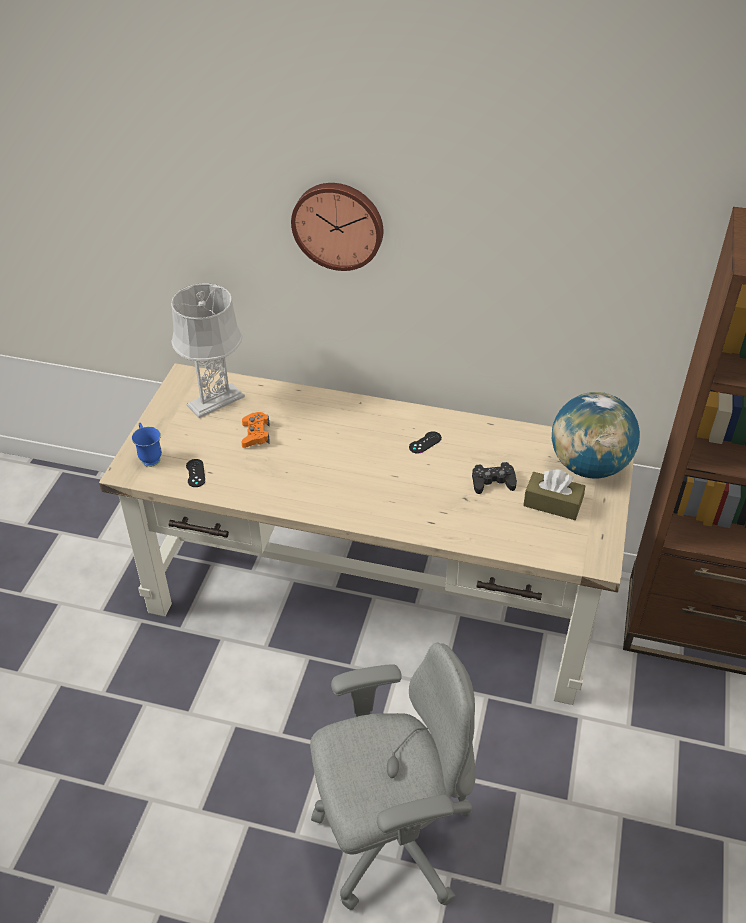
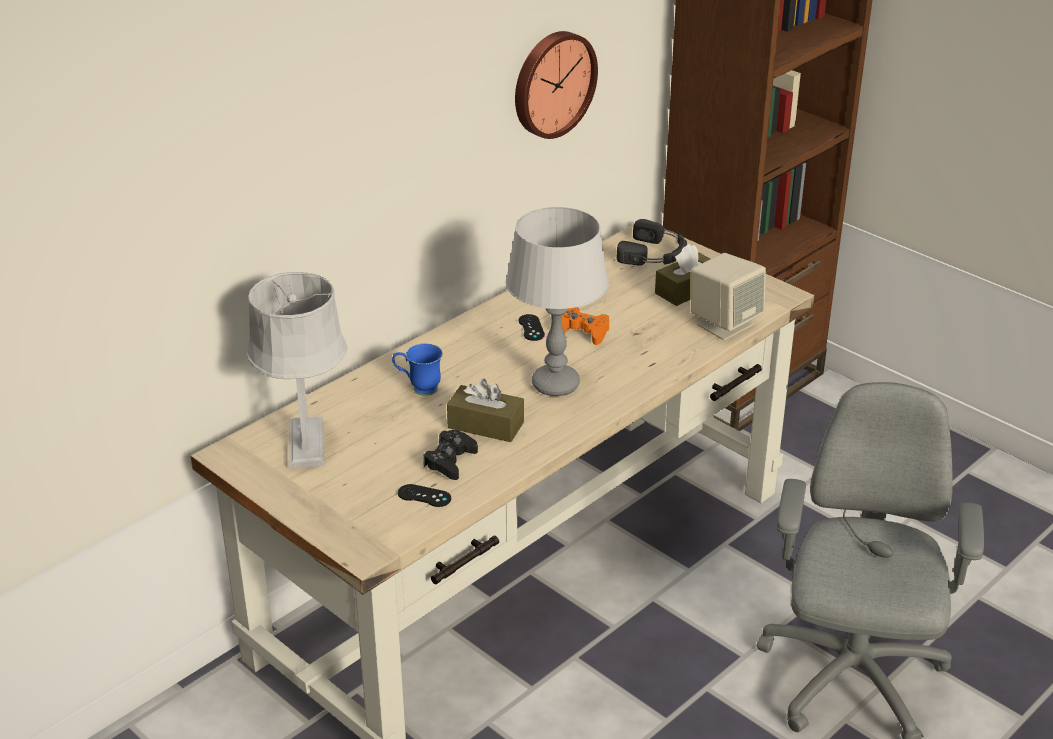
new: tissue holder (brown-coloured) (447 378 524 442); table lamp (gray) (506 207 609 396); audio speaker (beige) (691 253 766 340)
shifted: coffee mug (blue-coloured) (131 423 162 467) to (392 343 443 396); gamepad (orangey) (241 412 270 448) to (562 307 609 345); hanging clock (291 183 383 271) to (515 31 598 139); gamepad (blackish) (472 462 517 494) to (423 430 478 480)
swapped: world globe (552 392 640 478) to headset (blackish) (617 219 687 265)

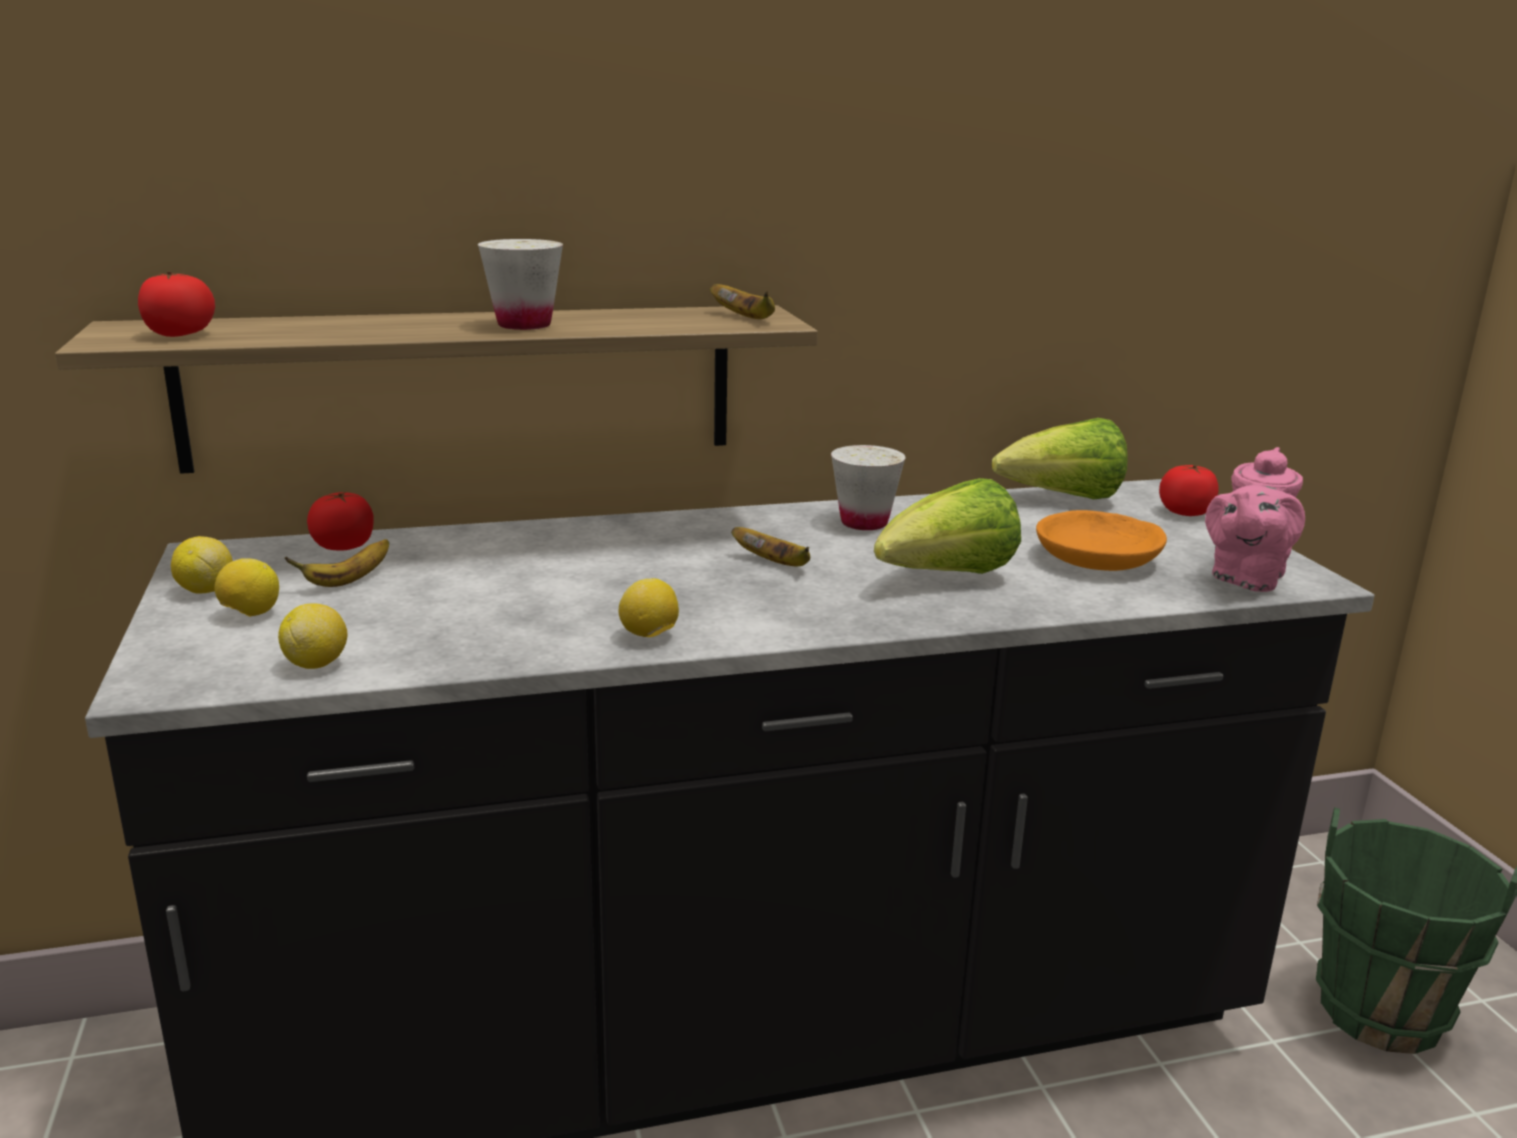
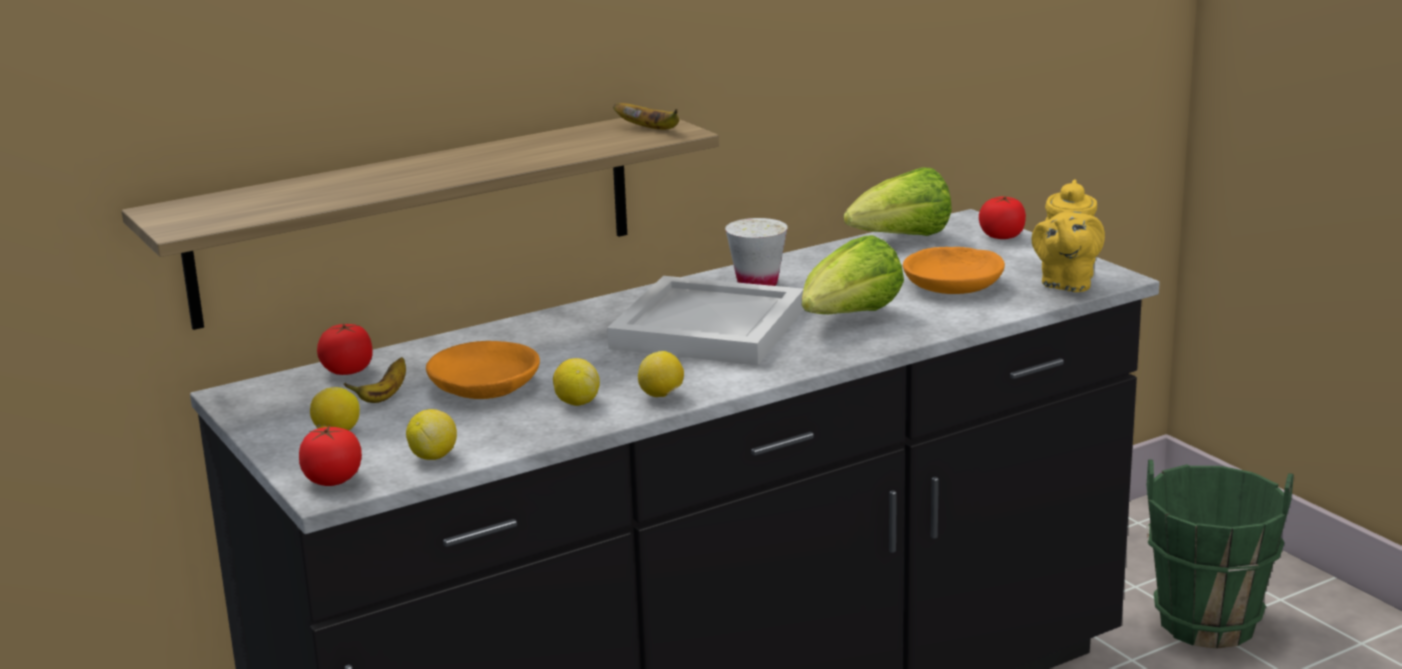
gone: cup (whitish) (478 239 563 330)
new: bowl (orangey) (426 341 540 399)
shifted: fresh tomato (138 272 215 337) to (299 426 362 486); whole lemon (171 536 233 594) to (553 358 600 406)
swapped: banana (731 527 810 566) to tray (whitish) (607 276 804 365)
repainted: teapot (pinkish) (1205 447 1305 592) to teapot (yellow) (1032 180 1105 292)

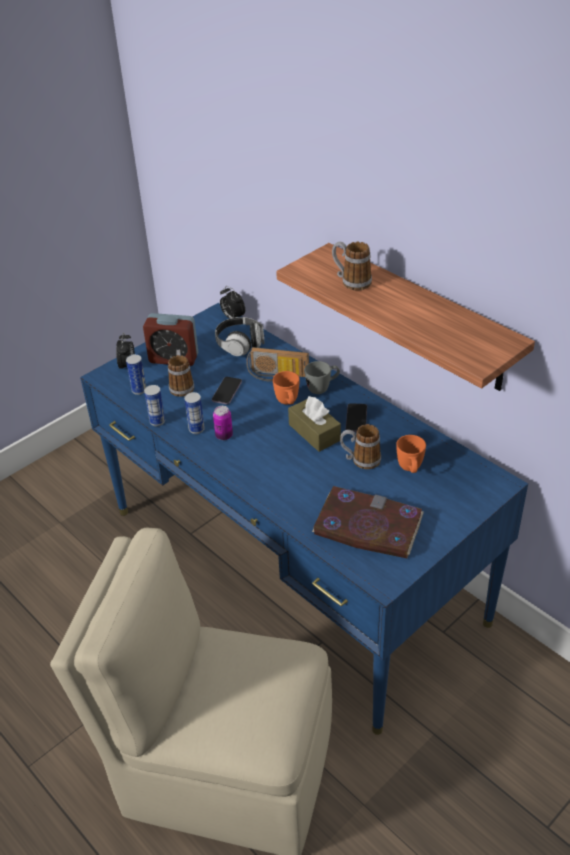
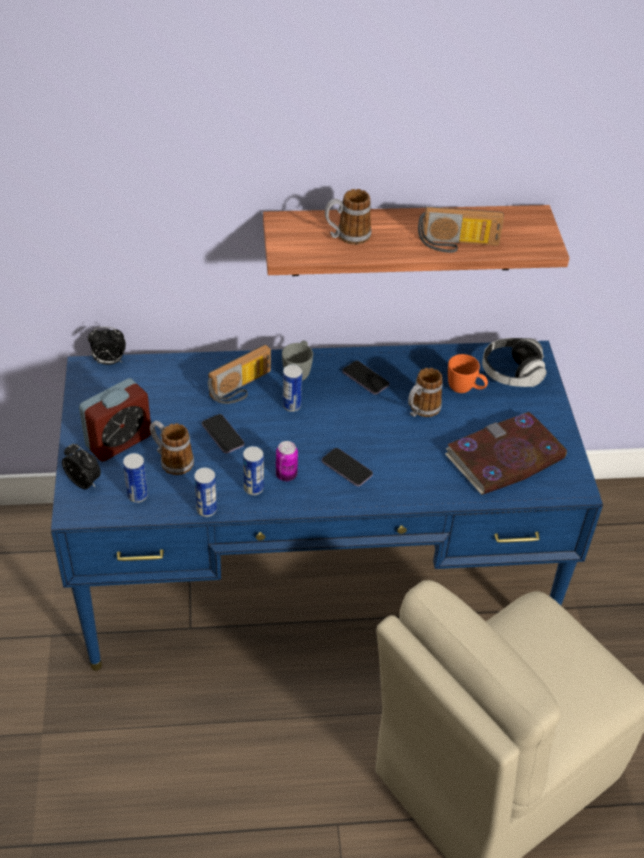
gone: tissue holder (brown-coloured) (288 396 341 452)
new: handset (322 448 373 486); radio receiver (418 207 504 253)
shifted: headset (215 317 264 356) to (482 338 547 387)
swapped: coffee mug (orangey) (273 371 300 404) to sealed can (283 365 302 412)

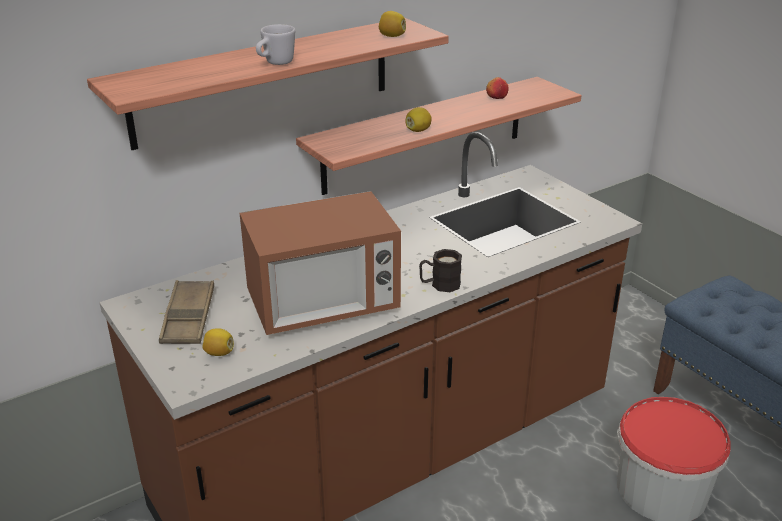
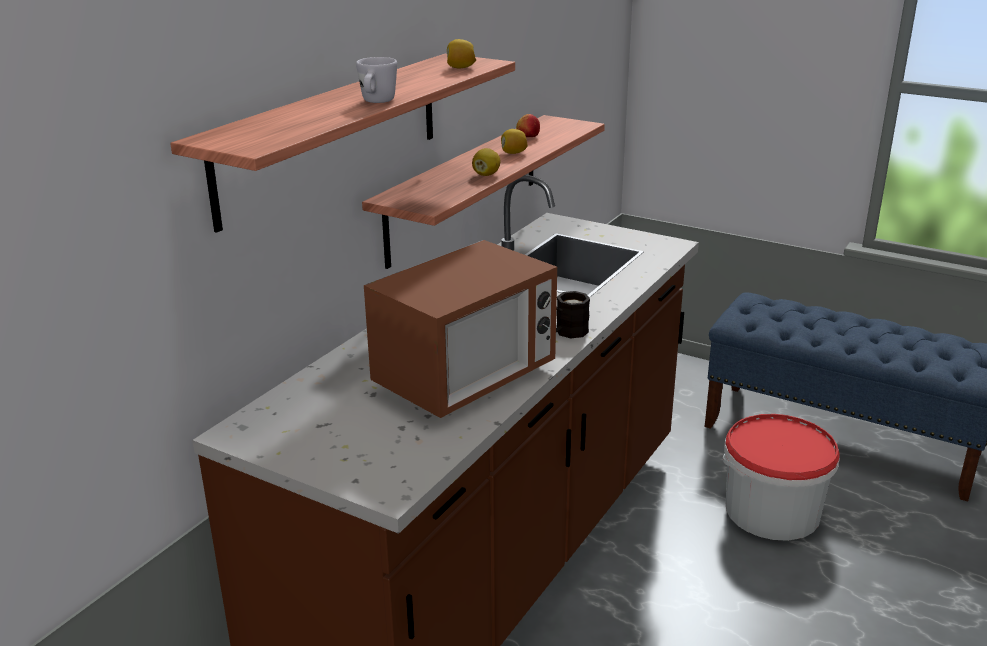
gone: tray (brown-coloured) (159 280 214 344)
shifted: whole lemon (202 328 234 356) to (501 129 528 154)

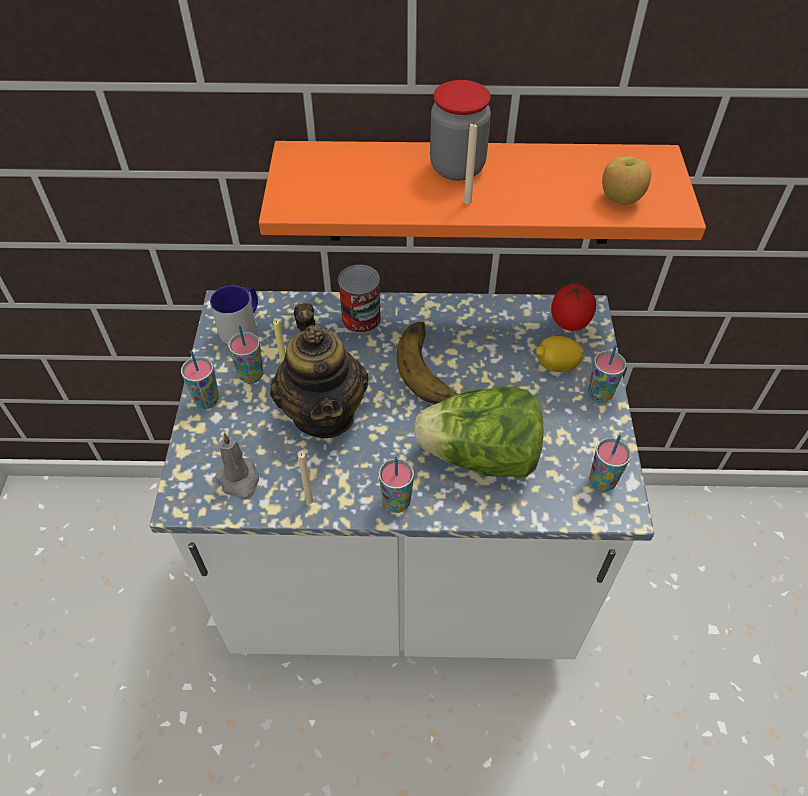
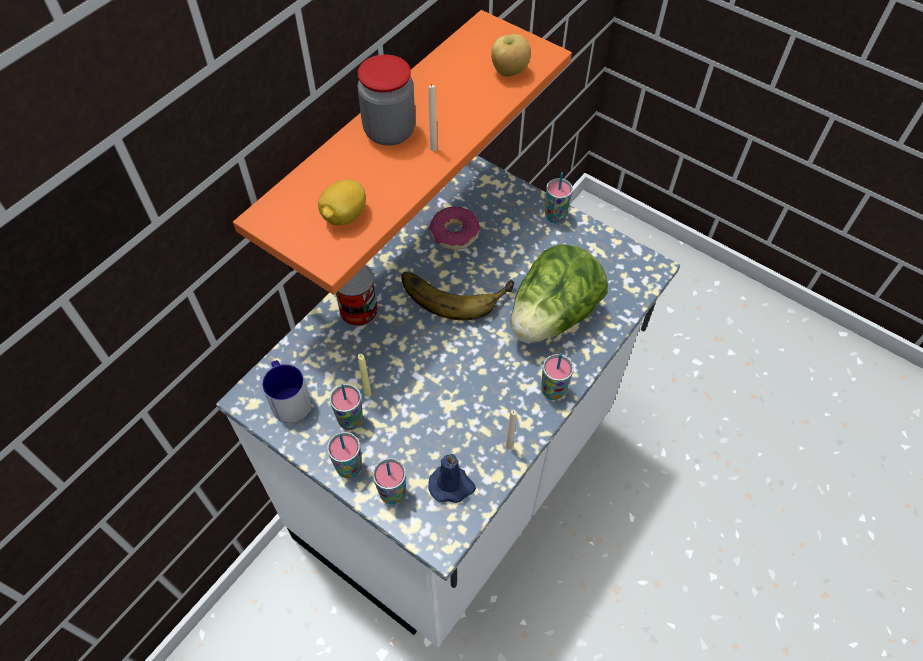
gone: teapot (270 303 369 439); fresh tomato (551 284 596 331)
new: doughnut (429 207 480 250)
shifted: whole lemon (536 336 584 372) to (318 180 366 226); cup (589 435 631 492) to (373 458 406 504)
repainted: wax candle (gray) (215 432 259 500) to wax candle (blue-coloured) (428 454 476 503)

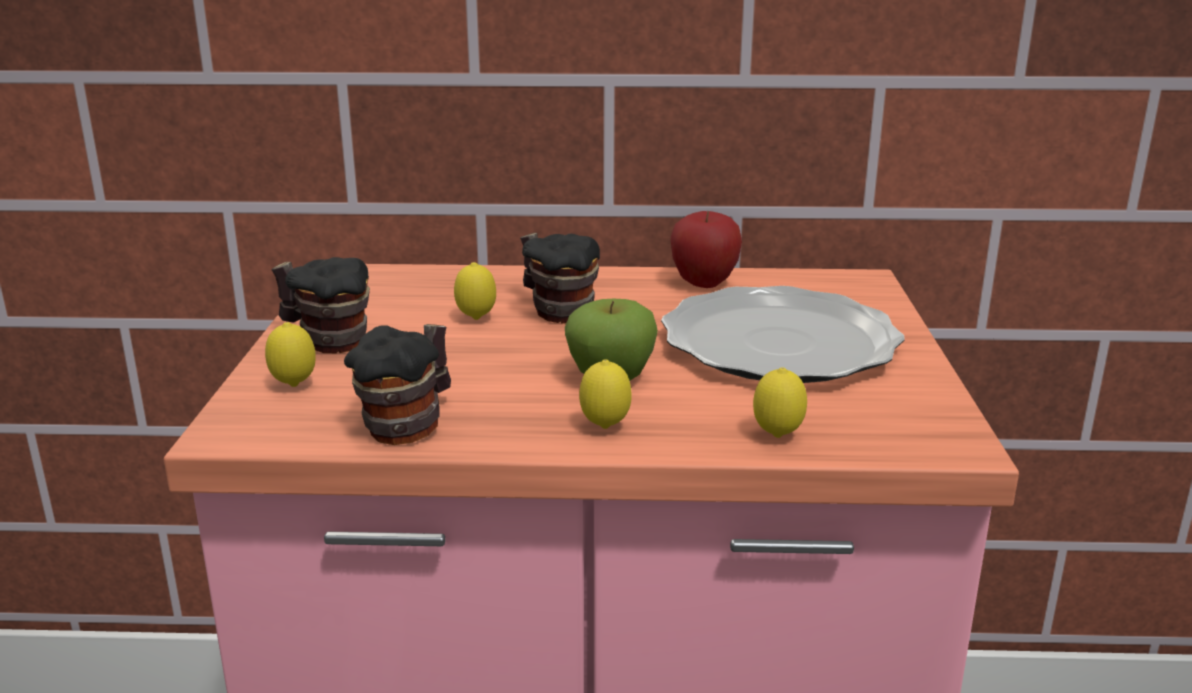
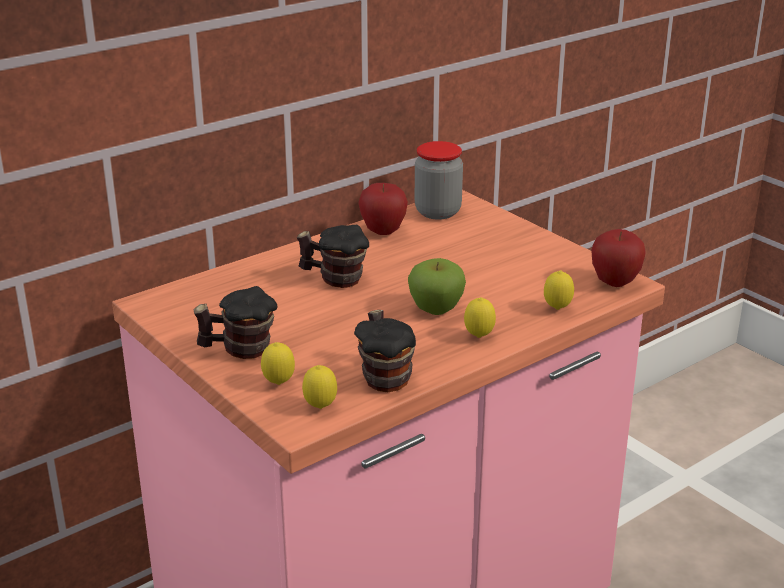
gone: flat dish (661 286 905 383)
new: jar (415 141 463 220); apple fruit (591 229 646 287)
shifted: whole lemon (454 262 496 320) to (302 365 337 409)

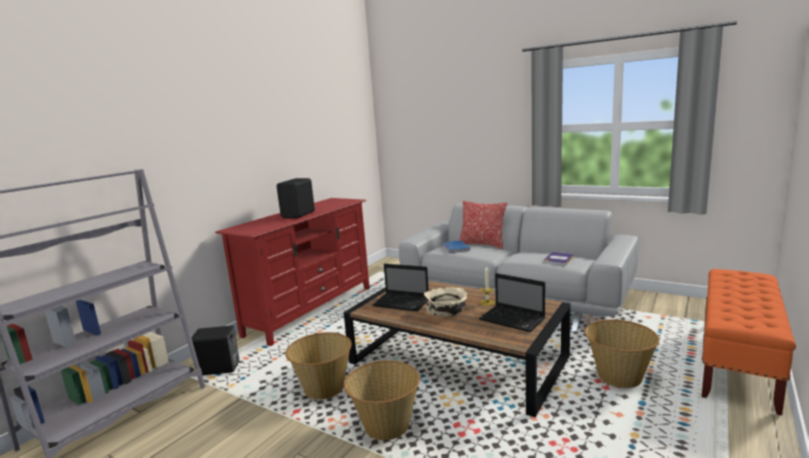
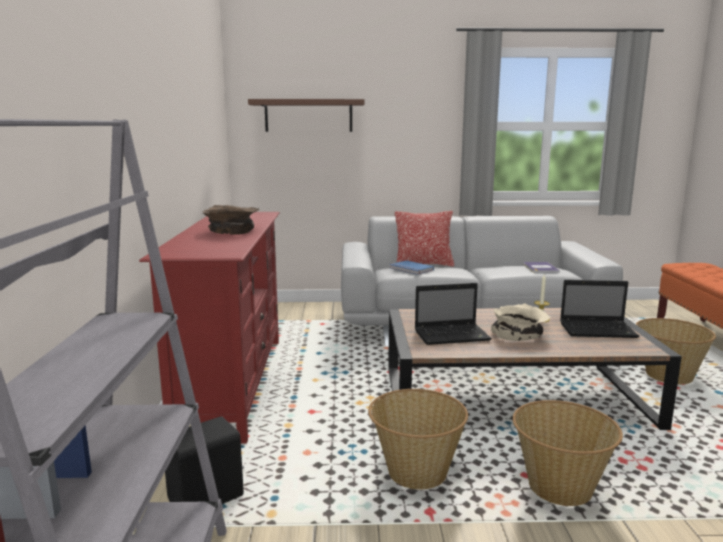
new: shelf (brown-coloured) (248 99 364 132)
swapped: audio speaker (blackish) (277 178 315 218) to bowl (brown-coloured) (203 205 260 235)

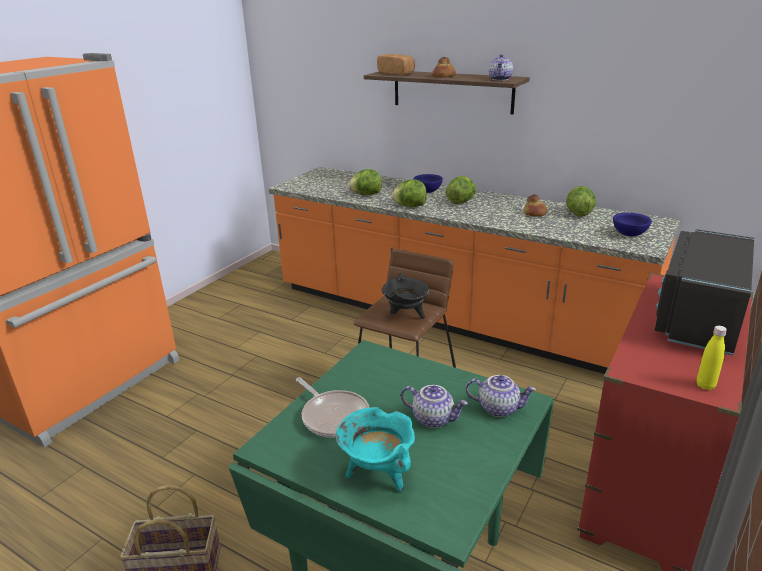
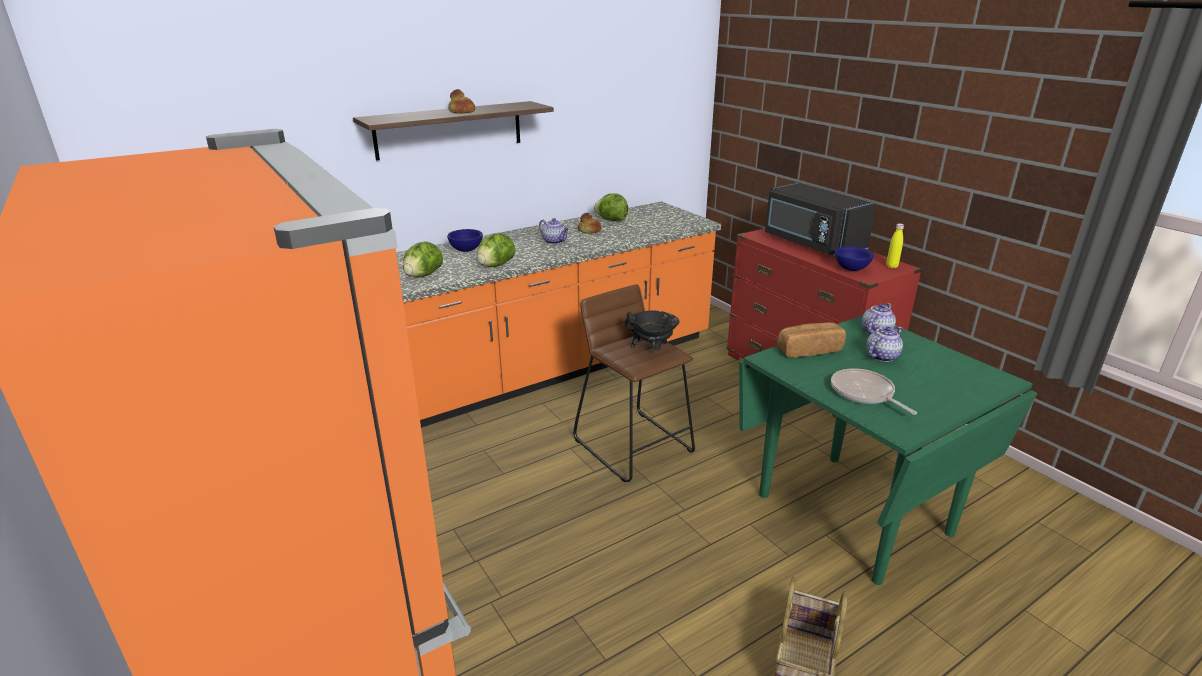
gone: stockpot (turquoise) (336 407 415 492); lettuce (446 176 476 204)
shifted: baked bread (377 54 415 75) to (777 322 846 357); teapot (489 54 513 81) to (539 218 570 244); bowl (blue-coloured) (613 212 652 236) to (835 246 874 271)
rotated: skillet (296 377 370 438) = (831 368 917 415) 105 degrees counterclockwise

